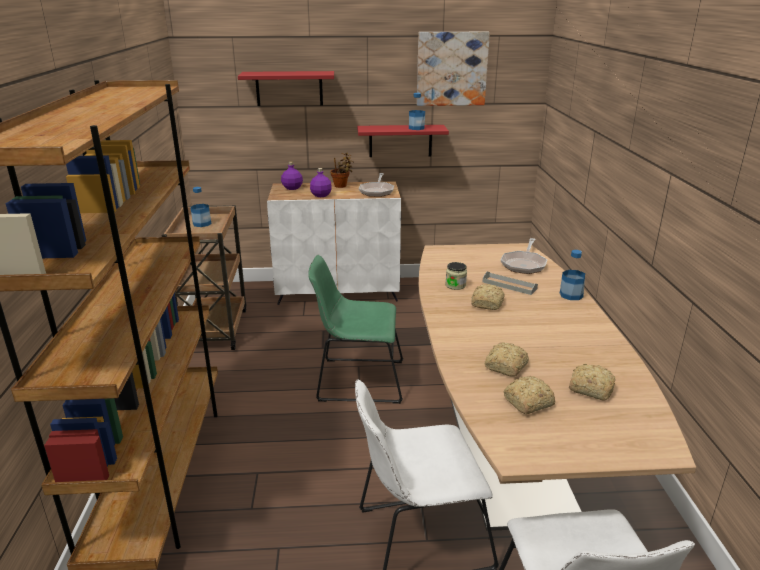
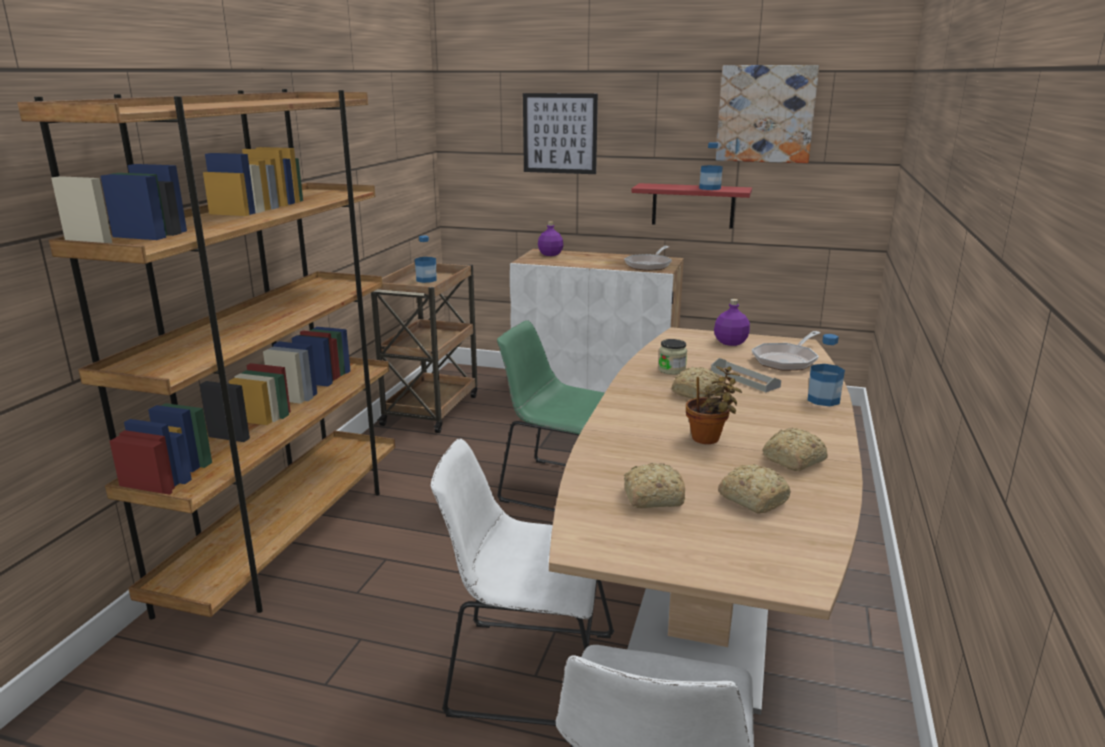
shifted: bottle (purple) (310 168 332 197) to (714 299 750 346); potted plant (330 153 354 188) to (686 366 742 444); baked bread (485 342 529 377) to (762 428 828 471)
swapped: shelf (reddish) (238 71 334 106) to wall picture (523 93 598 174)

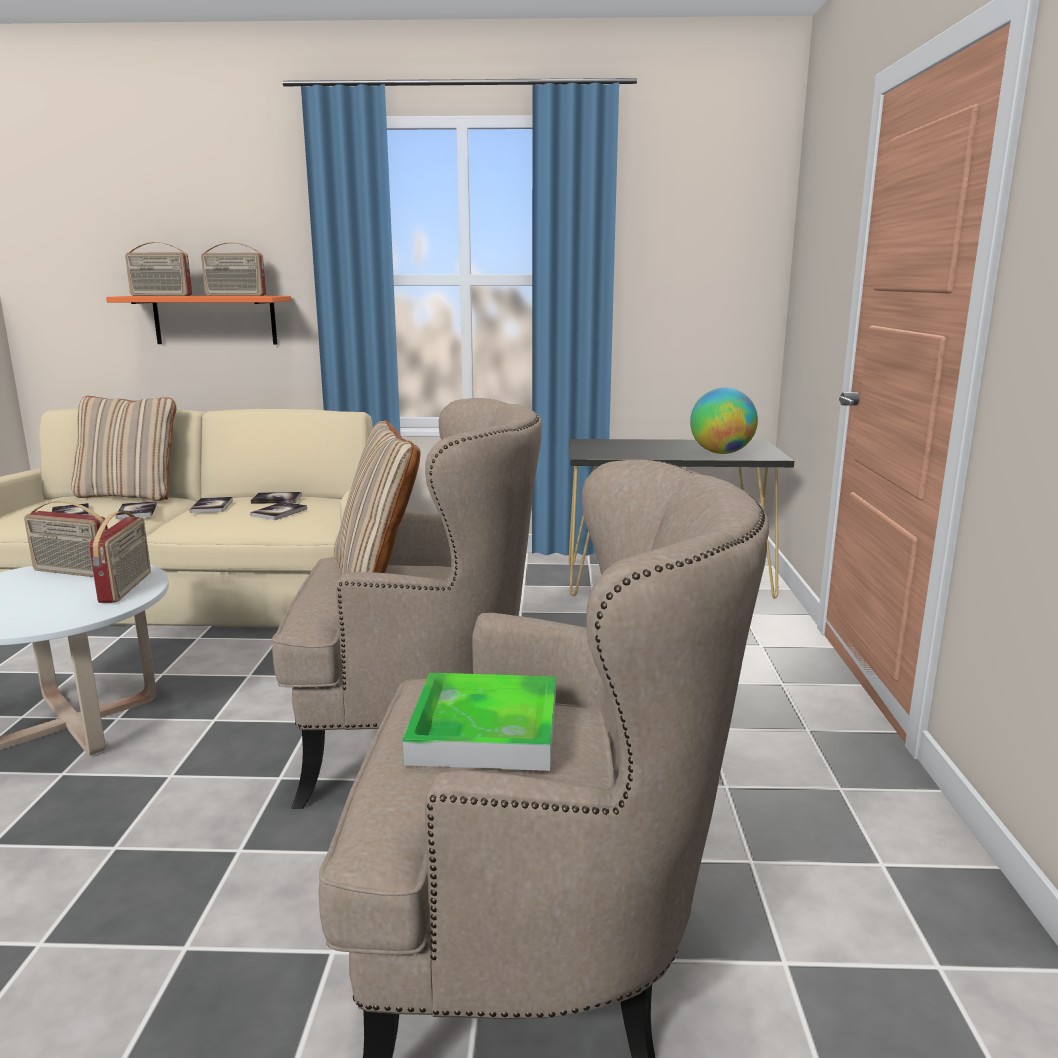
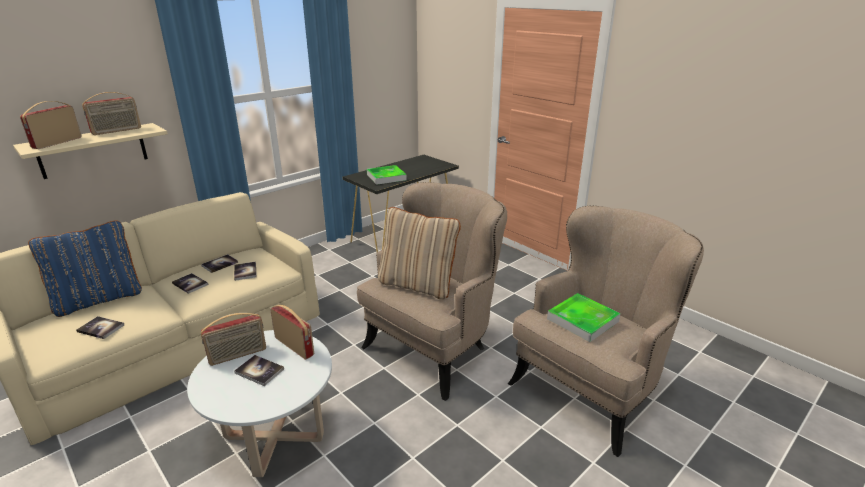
gone: world globe (690 387 758 454)
new: tray (367 165 407 185)
shifted: bound book (115 501 157 519) to (234 355 284 386)
repainted: cushion (beige) (71 396 177 501) to cushion (blue-coloured) (28 220 142 317); shelf (orangey) (106 296 291 345) to shelf (beige) (13 123 168 179)
rotated: radio receiver (125 242 192 296) = (20 101 81 149) 150 degrees clockwise

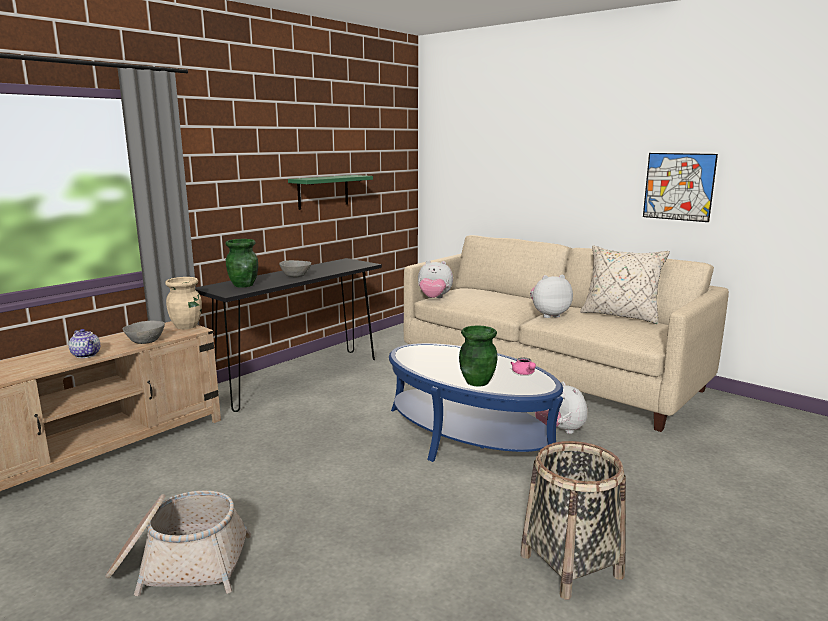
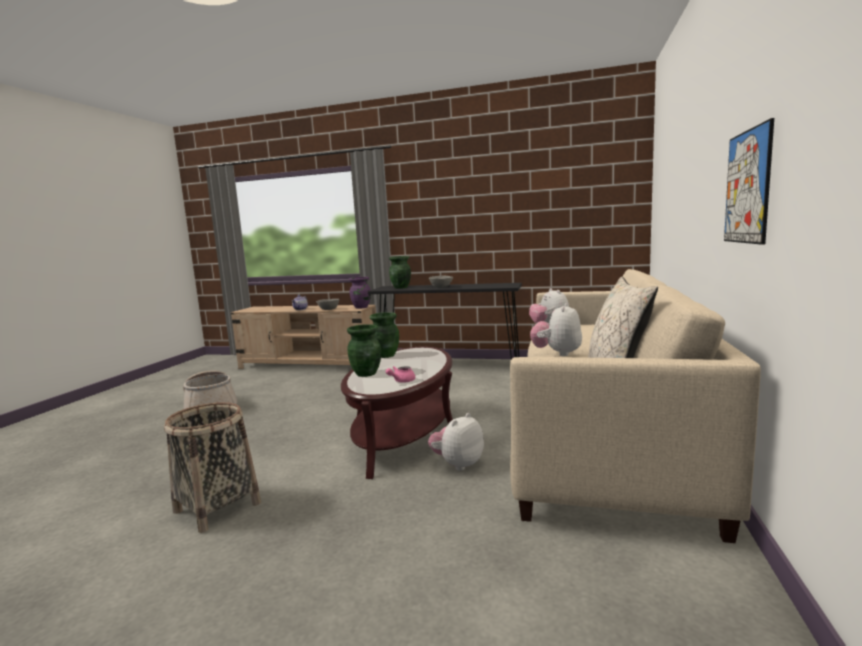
gone: shelf (green) (288 175 373 210)
new: vase (green) (370 312 399 358)
repainted: vase (beige) (165 277 202 329) to vase (purple) (349 277 371 309); coffee table (blue-coloured) (389 343 563 462) to coffee table (brown-coloured) (341 347 453 479)
rotated: cuddly toy (530 274 573 318) = (530 303 582 356) 120 degrees counterclockwise

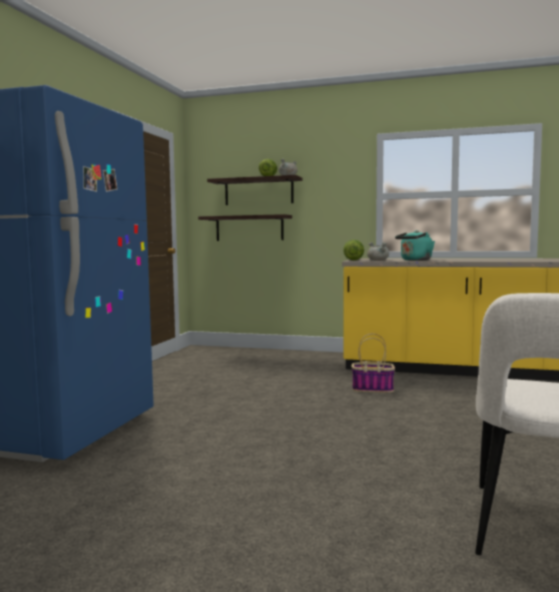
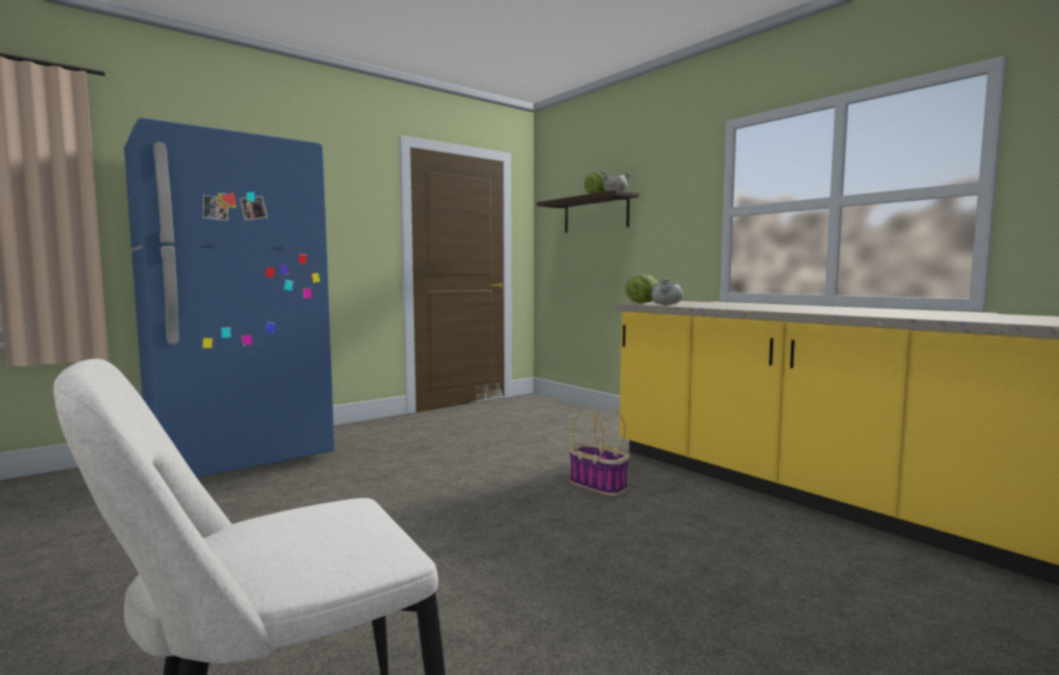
gone: shelf (198 214 292 241); tea kettle (turquoise) (395 230 435 261)

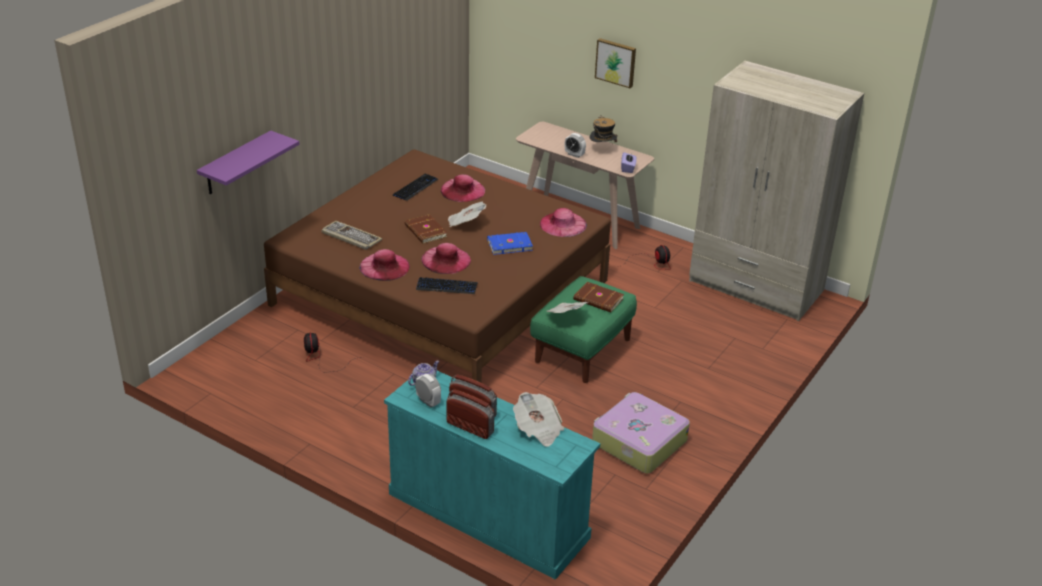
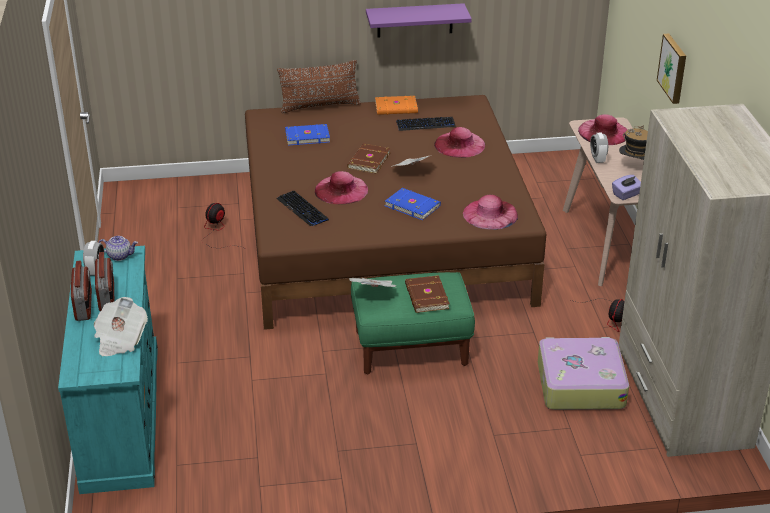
new: cushion (brown-coloured) (277 60 361 113); bound book (orangey) (375 96 418 115)
shifted: shelf (purple) (197 130 300 194) to (366 3 472 38); hat (pinkish) (359 249 410 281) to (578 114 628 145); piece of luggage (592 392 690 474) to (538 337 629 410)
swapped: keyboard (321 221 382 250) to bound book (blue-coloured) (285 124 330 145)

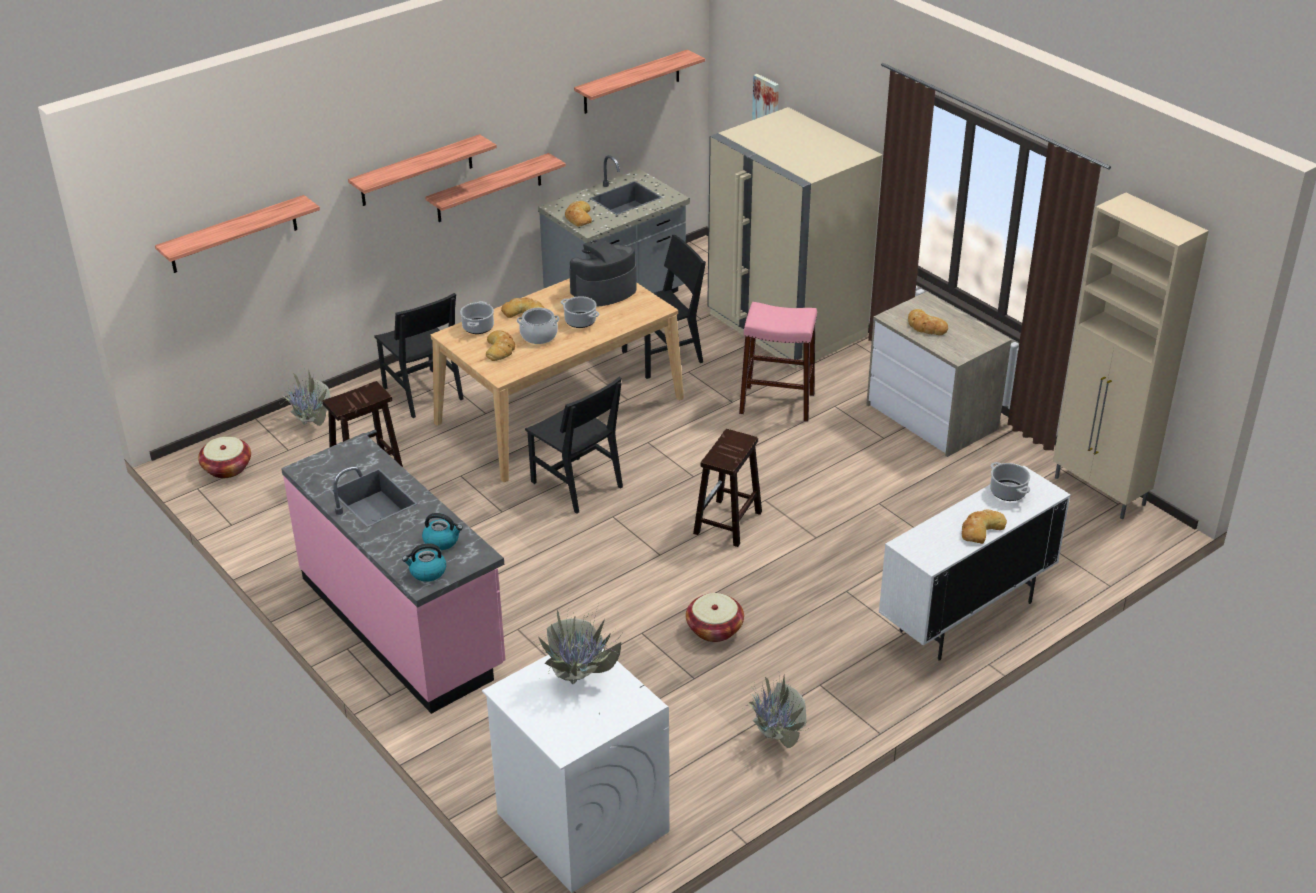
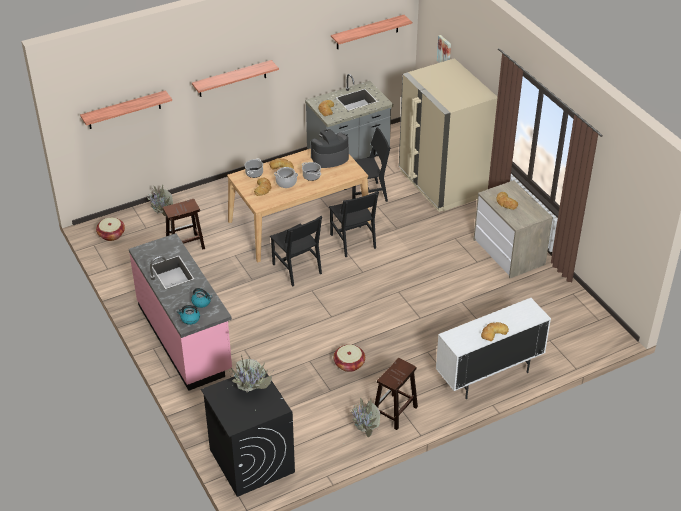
gone: shelf (425 153 566 222); sitting stool (pinkish) (739 302 817 422); stockpot (990 462 1030 501); cabinet (beige) (1053 193 1209 519)
shifted: upright chair (blackish) (374 293 464 418) to (329 191 379 257); sitting stool (brown-coloured) (693 429 762 547) to (375 358 418 430)
repainted: washing machine (whitish) (482 649 669 893) to washing machine (blackish) (201 368 295 497)

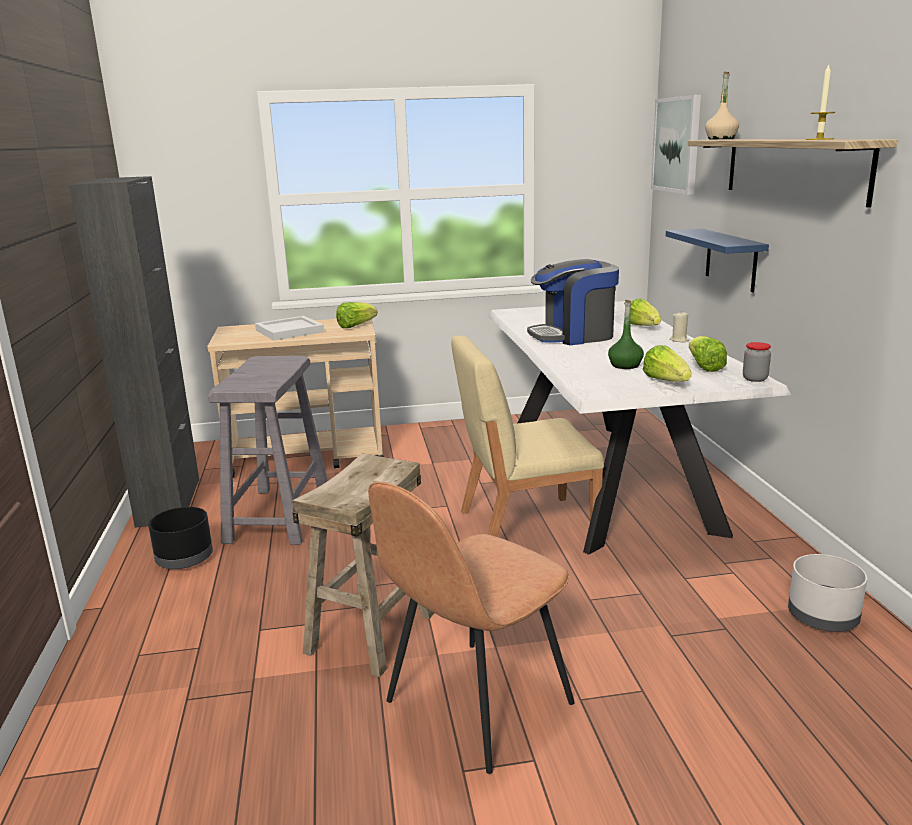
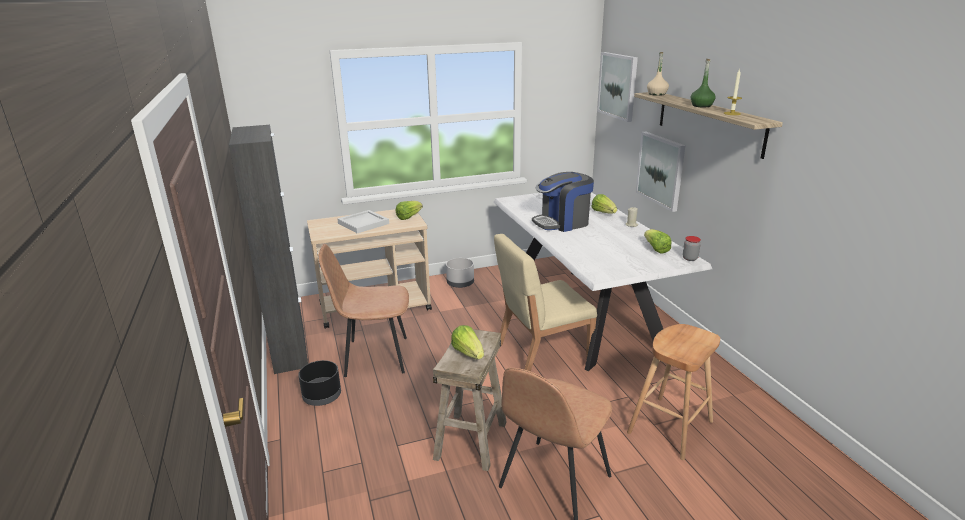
new: sitting stool (brown-coloured) (627 324 720 460)
shifted: bottle (green) (608 299 644 369) to (691 59 716 107); lettuce (643 345 691 382) to (451 325 484 360); flower pot (gray) (788 554 867 632) to (446 258 474 288)
swapped: sitting stool (gray) (208 356 328 545) to upright chair (brown-coloured) (318 244 409 377); shelf (blue-coloured) (666 229 769 292) to wall picture (636 131 685 212)

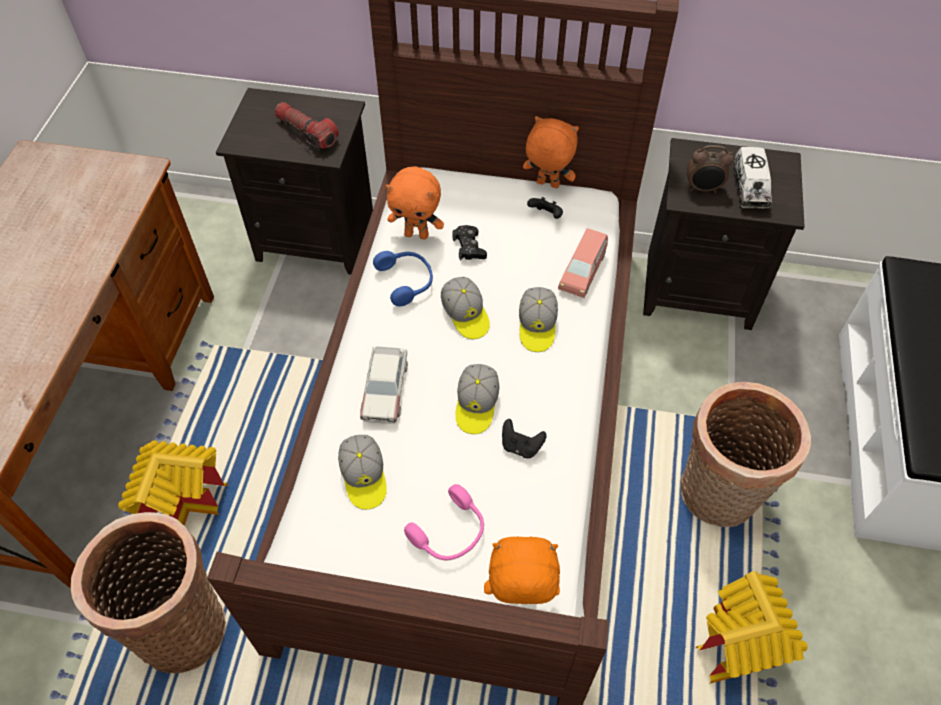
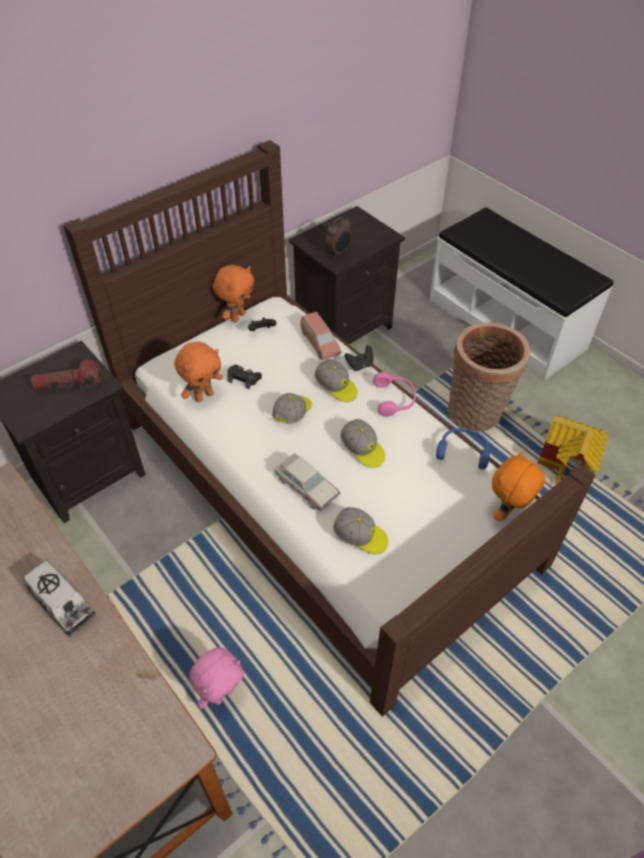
gone: storage basket (71 512 226 673)
shifted: headset (blue-coloured) (373 251 433 306) to (436 428 490 469); headset (pinkish) (404 484 484 560) to (373 372 416 417); gamepad (blackish) (502 419 547 458) to (344 345 373 371); model truck (733 147 772 210) to (24 561 96 637)
swapped: model house (118 440 228 526) to cuddly toy (pinkish) (189 647 244 709)
rotated: peaked cap (441 277 490 339) = (272 393 312 424) 75 degrees counterclockwise; cuddly toy (orangey) (523 116 579 188) = (213 265 254 323) 150 degrees clockwise

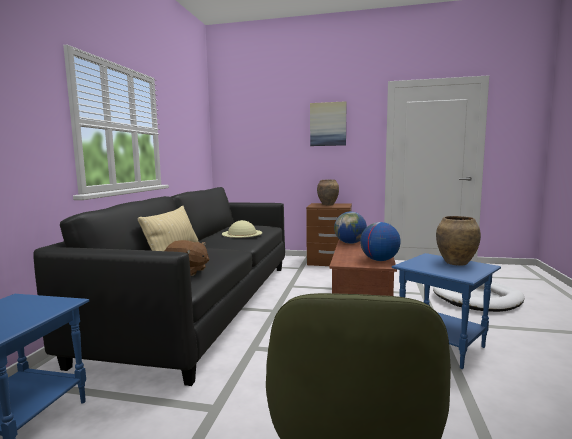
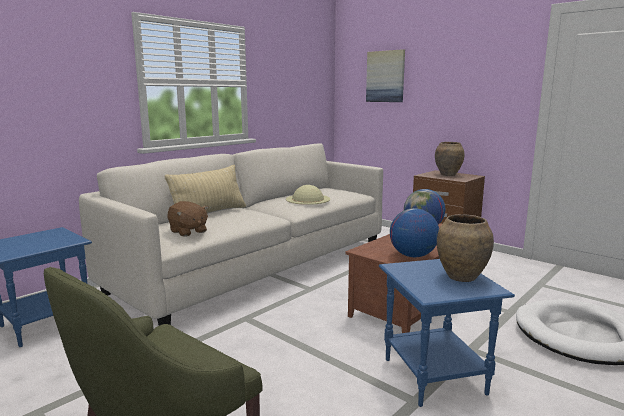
shifted: wall picture (310 101 346 146) to (366 49 405 102)
repainted: settee (blackish) (33 187 285 386) to settee (whitish) (79 143 383 326)

